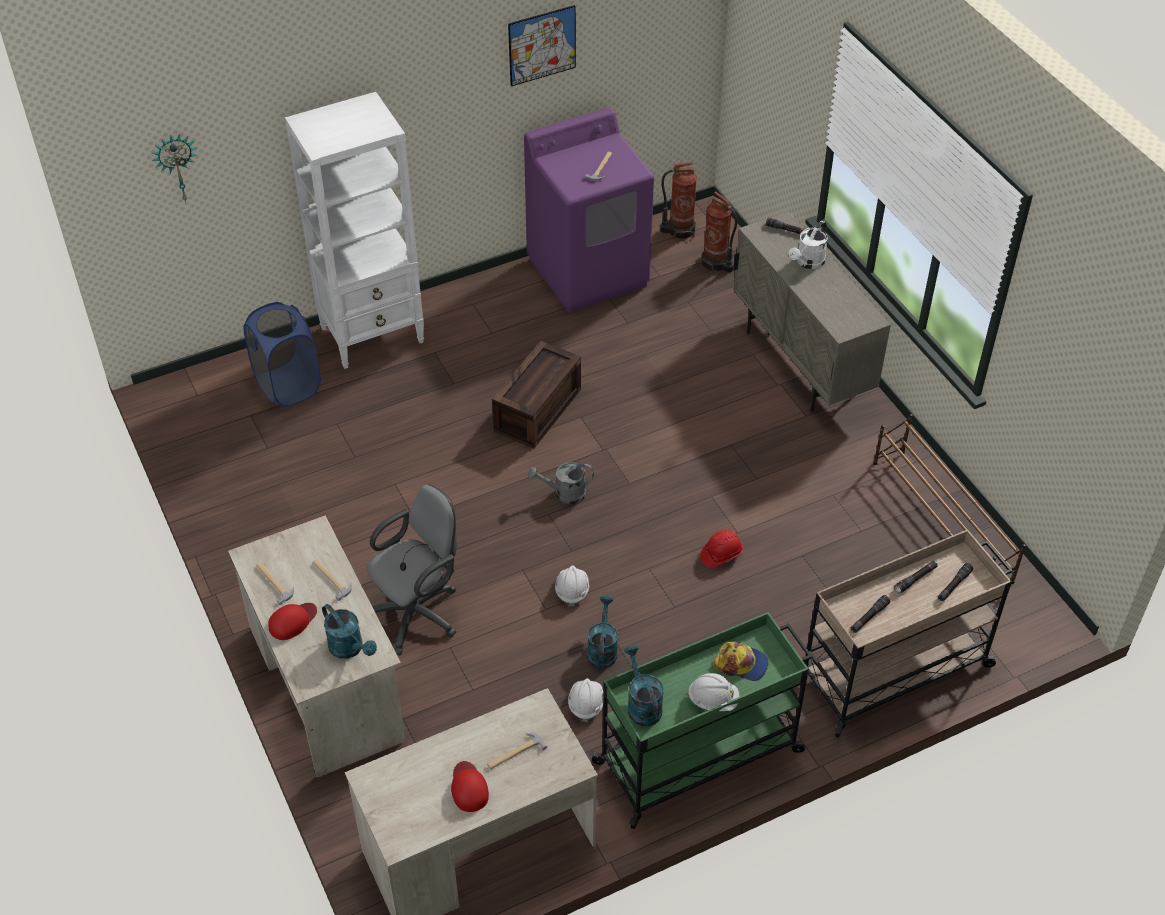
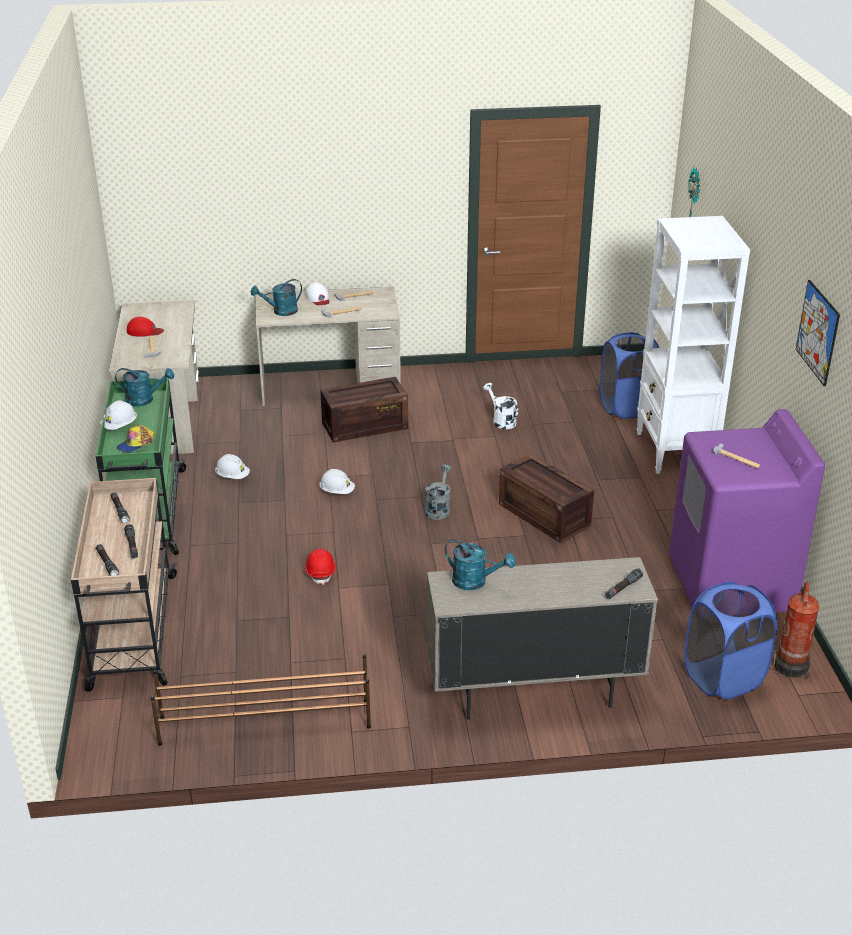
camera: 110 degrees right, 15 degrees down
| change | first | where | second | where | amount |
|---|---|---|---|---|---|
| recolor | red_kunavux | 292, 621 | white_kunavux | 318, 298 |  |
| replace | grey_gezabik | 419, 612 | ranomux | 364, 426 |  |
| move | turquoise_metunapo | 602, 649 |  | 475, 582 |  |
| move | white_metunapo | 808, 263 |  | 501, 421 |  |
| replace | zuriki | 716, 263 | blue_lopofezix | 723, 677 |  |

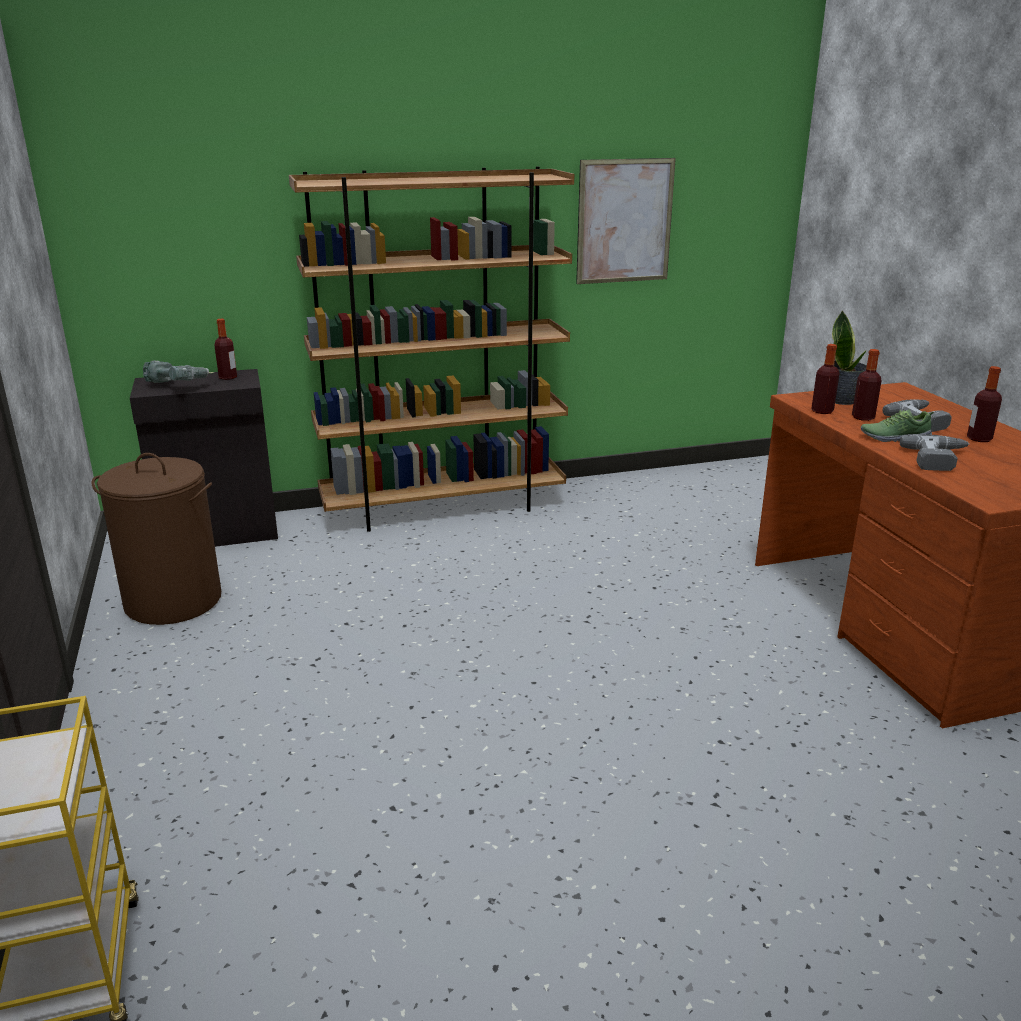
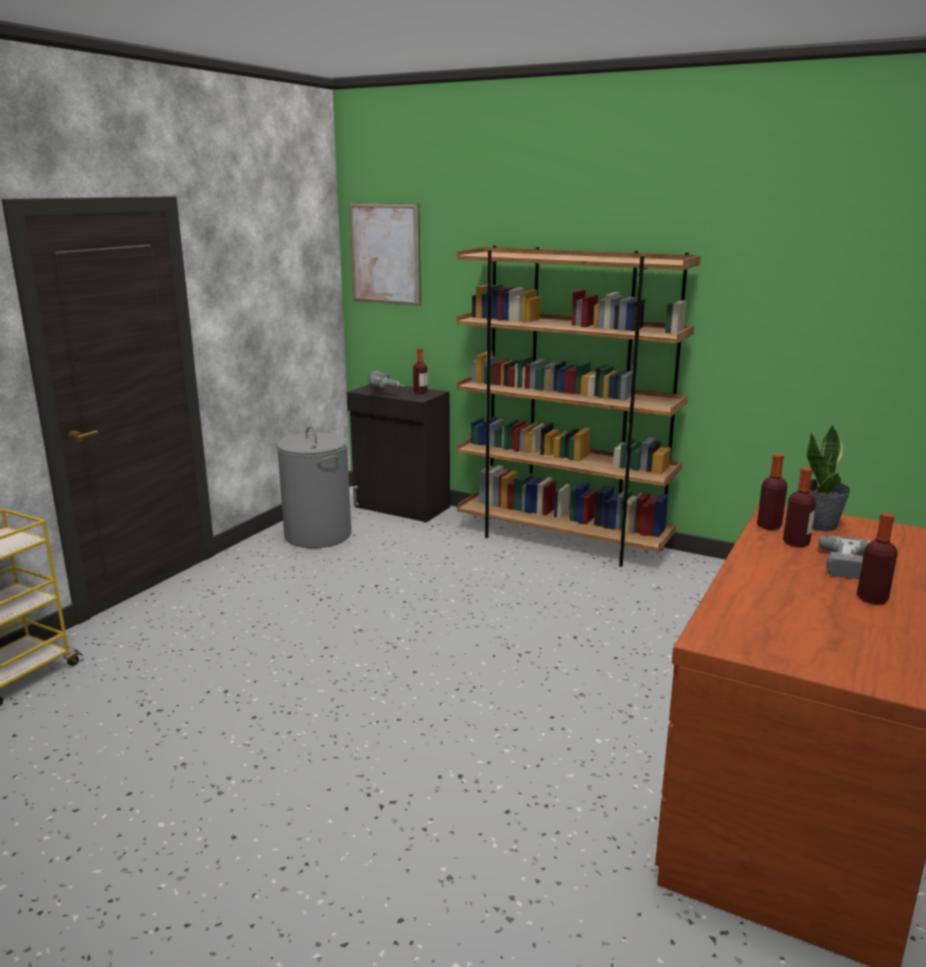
camera: 45 degrees right, 5 degrees down
| change | first | where | second | where | amount |
|---|---|---|---|---|---|
| recolor | brown_lopofezix | 172, 601 | grey_lopofezix | 317, 535 |  |
| move | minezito | 624, 221 |  | 385, 254 |  |
| delete | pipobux | 894, 437 |  |  |  |
| delete | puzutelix | 939, 459 |  |  |  |

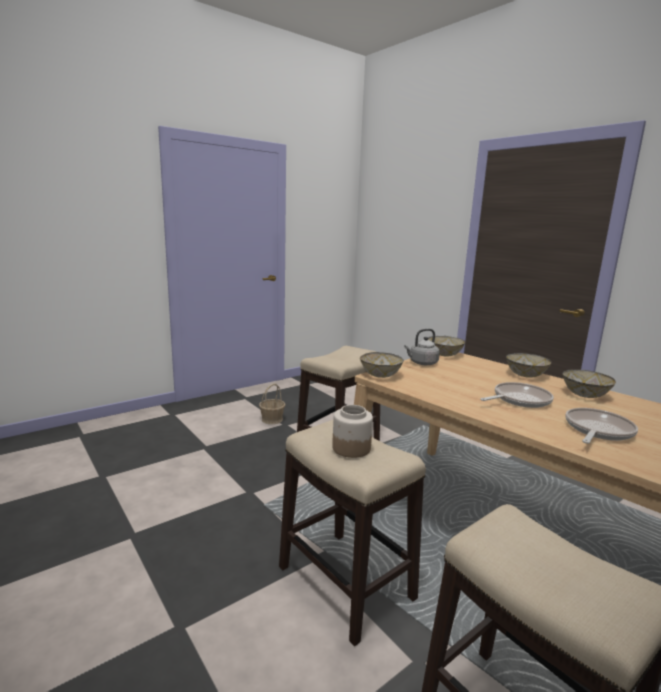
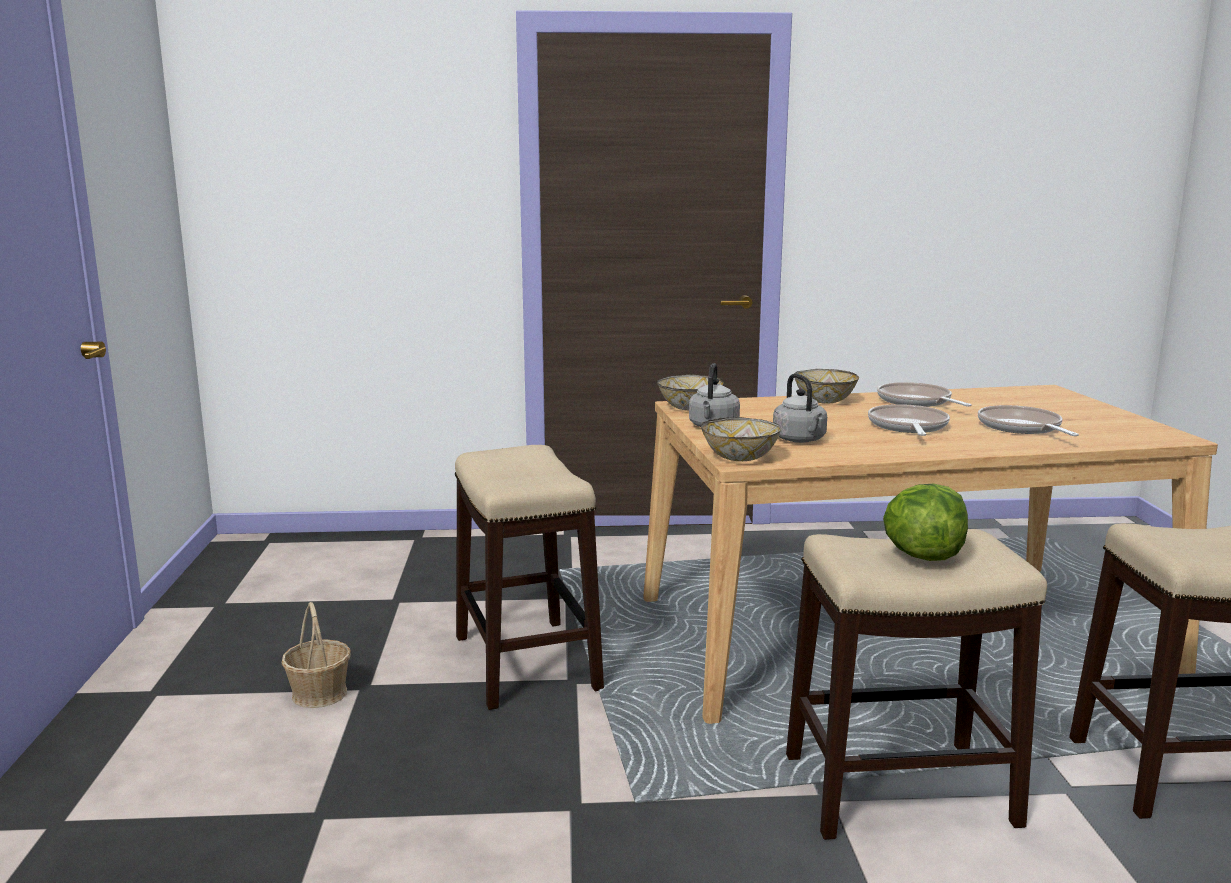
camera: 55 degrees left, 0 degrees up
| change | first | where | second | where | amount |
|---|---|---|---|---|---|
| insert |  |  | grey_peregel | 800, 440 |  |
| replace | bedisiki | 584, 395 | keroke | 916, 402 |  |
| replace | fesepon | 351, 448 | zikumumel | 923, 556 |  |

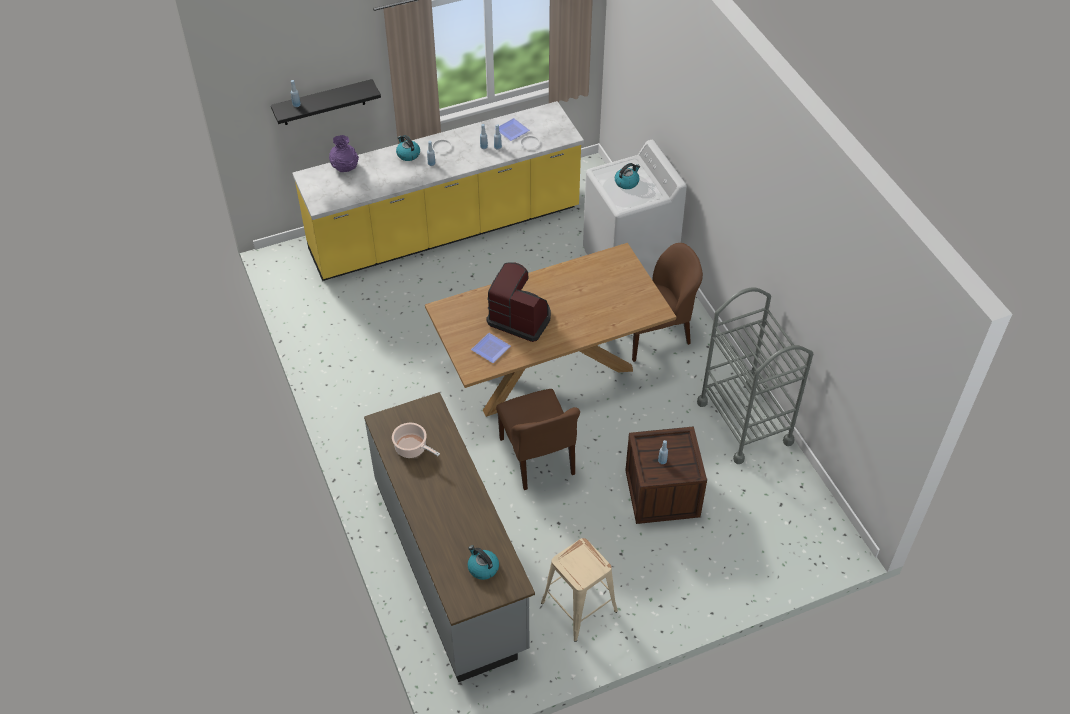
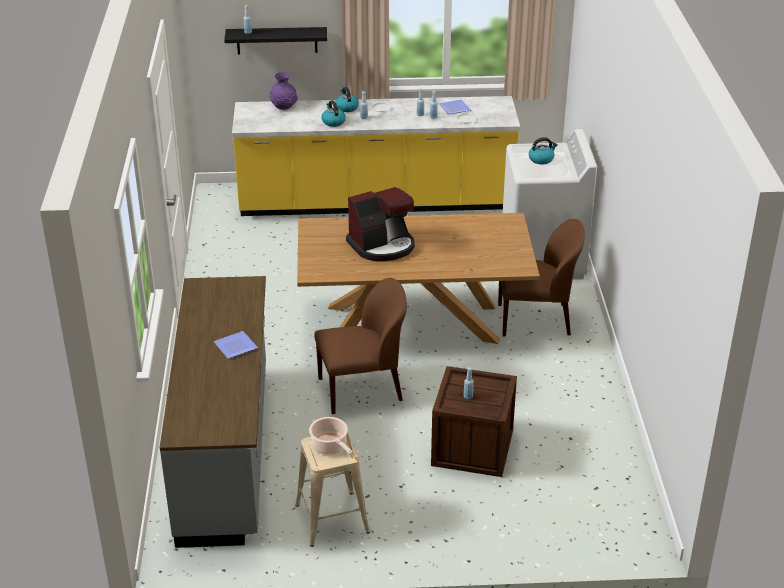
camera: 20 degrees right, 15 degrees down
| change | first | where | second | where | amount |
|---|---|---|---|---|---|
| move | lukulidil | 489, 349 |  | 234, 346 |  |
| move | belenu | 412, 448 |  | 330, 446 |  |
| rotate | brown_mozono | 538, 458 |  | 362, 389 | 105 degrees counterclockwise |
| move | peregel | 482, 568 |  | 333, 122 |  |
| rotate | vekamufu | 520, 318 |  | 382, 245 | 105 degrees clockwise |
| delete | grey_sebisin | 744, 422 |  |  |  |

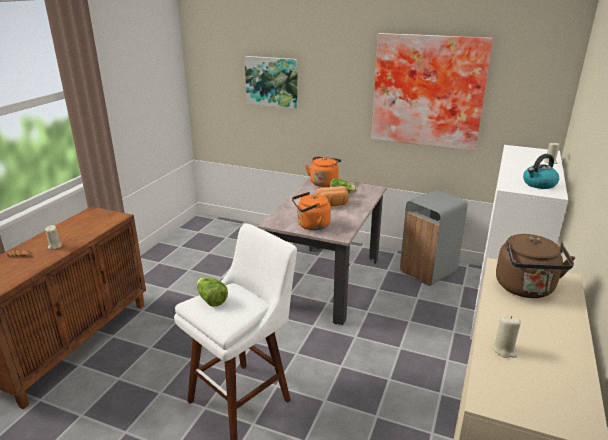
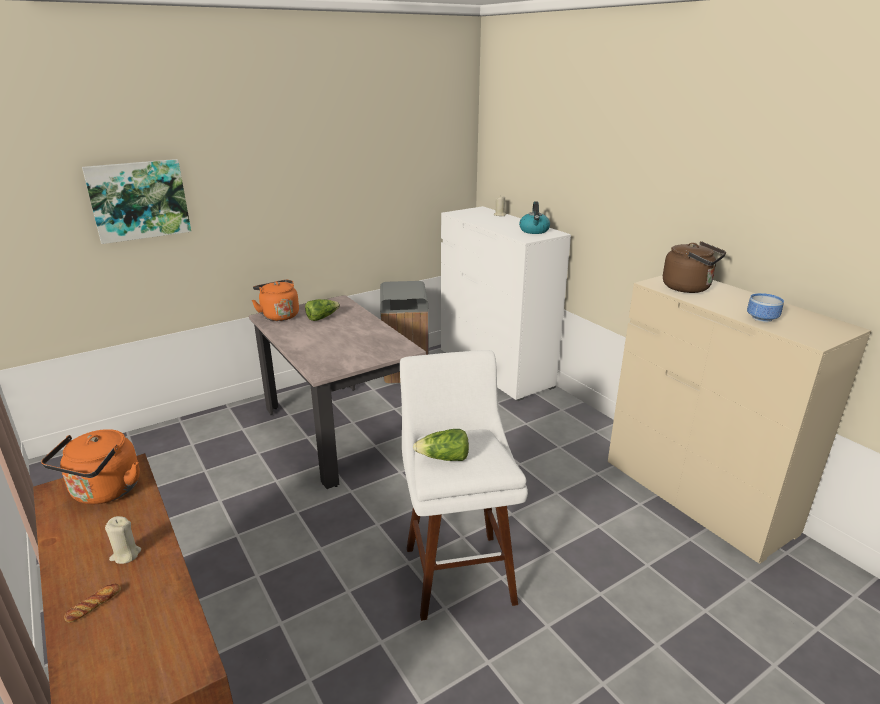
camera: 55 degrees left, 0 degrees up
| change | first | where | second | where | amount |
|---|---|---|---|---|---|
| move | orange_peregel | 311, 226 |  | 104, 492 |  |
| replace | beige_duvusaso | 504, 349 | bedisiki | 761, 319 |  |
| delete | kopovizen | 333, 204 |  |  |  |
| delete | minezito | 428, 91 |  |  |  |

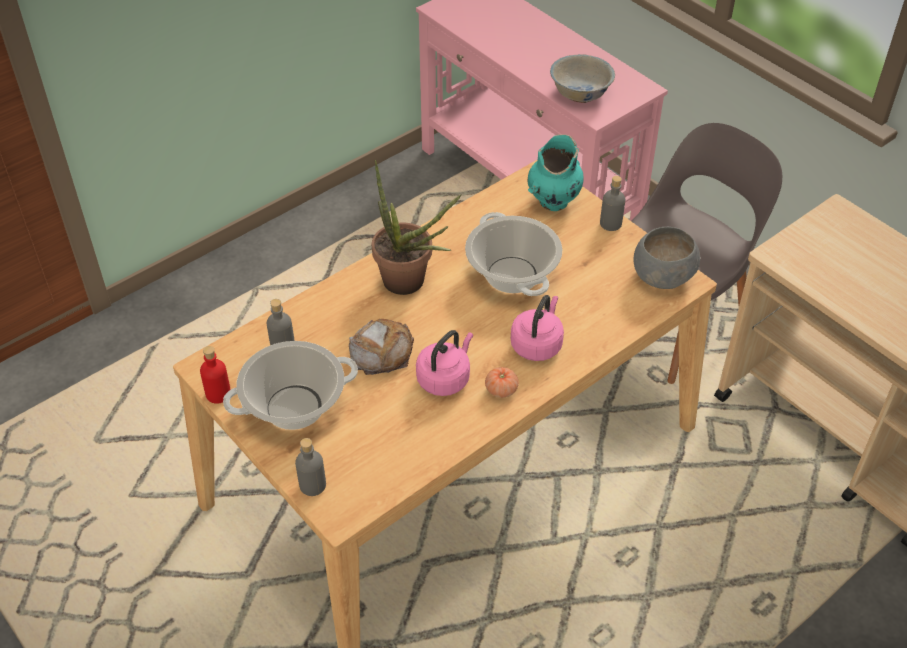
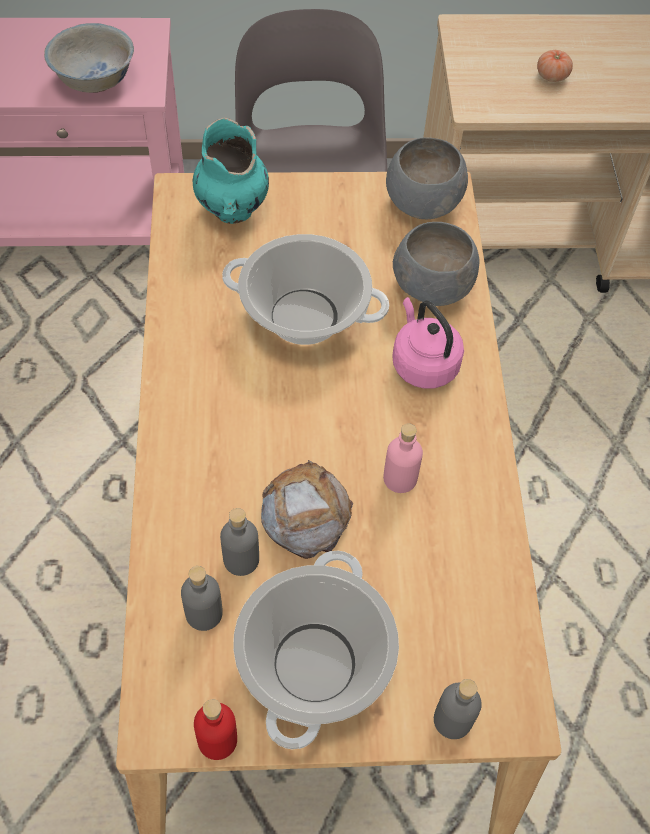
camera: 55 degrees left, 10 degrees up
| change | first | where | second | where | amount |
|---|---|---|---|---|---|
| move | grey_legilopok | 610, 223 |  | 241, 559 |  |
| replace | pink_peregel | 445, 378 | pink_legilopok | 400, 478 |  |
| insert |  |  | grey_bedisiki | 432, 285 |  |
| move | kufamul | 501, 390 |  | 552, 76 |  |
| delete | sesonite | 411, 285 |  |  |  |

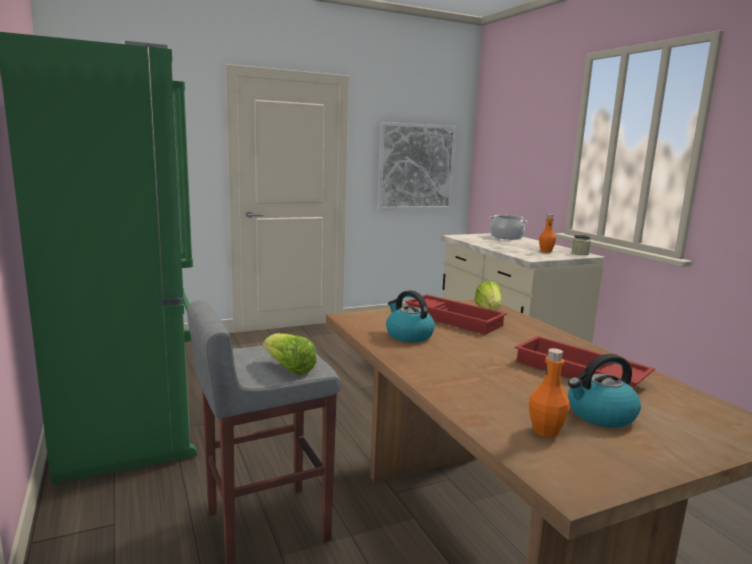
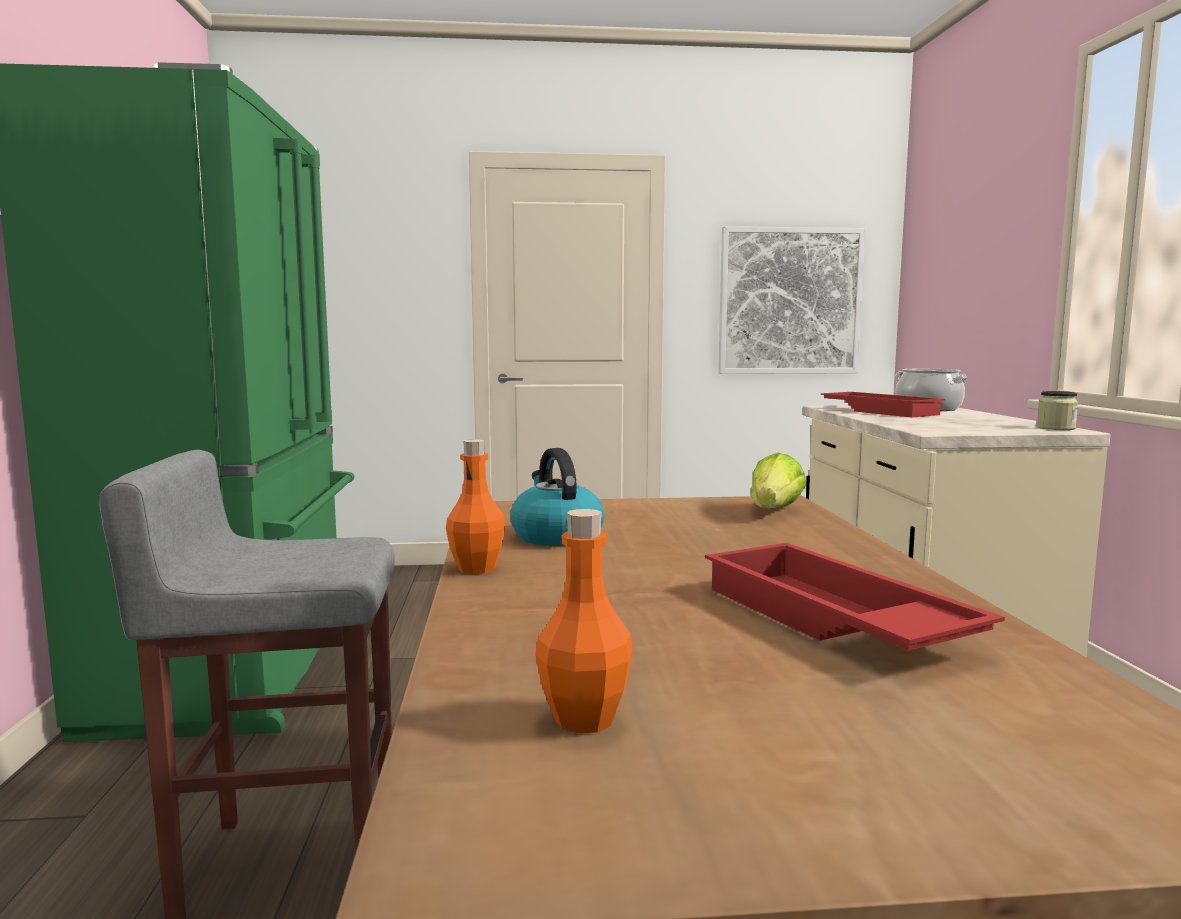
camera: 20 degrees right, 5 degrees down
| change | first | where | second | where | amount |
|---|---|---|---|---|---|
| move | orange_legilopok | 546, 251 |  | 476, 568 |  |
| move | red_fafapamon | 455, 319 |  | 881, 411 |  |
| delete | zikumumel | 289, 369 |  |  |  |
| delete | peregel | 600, 415 |  |  |  |

